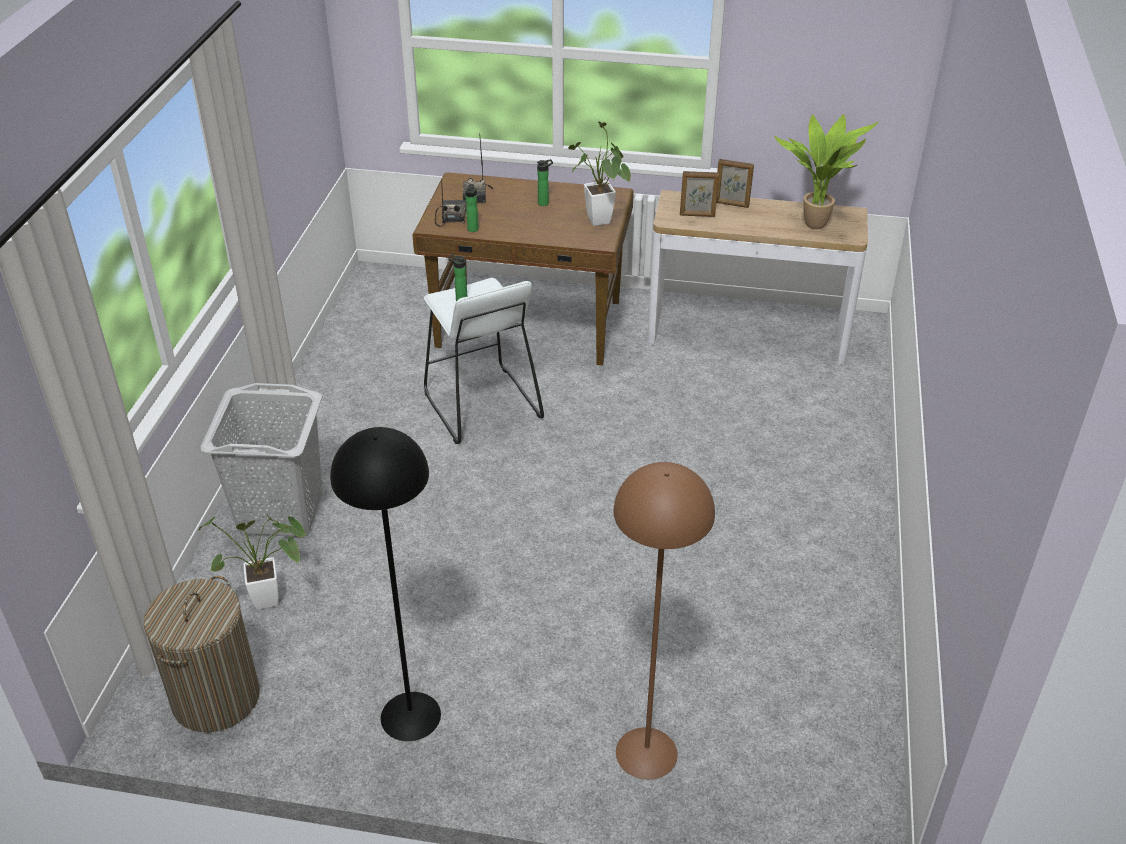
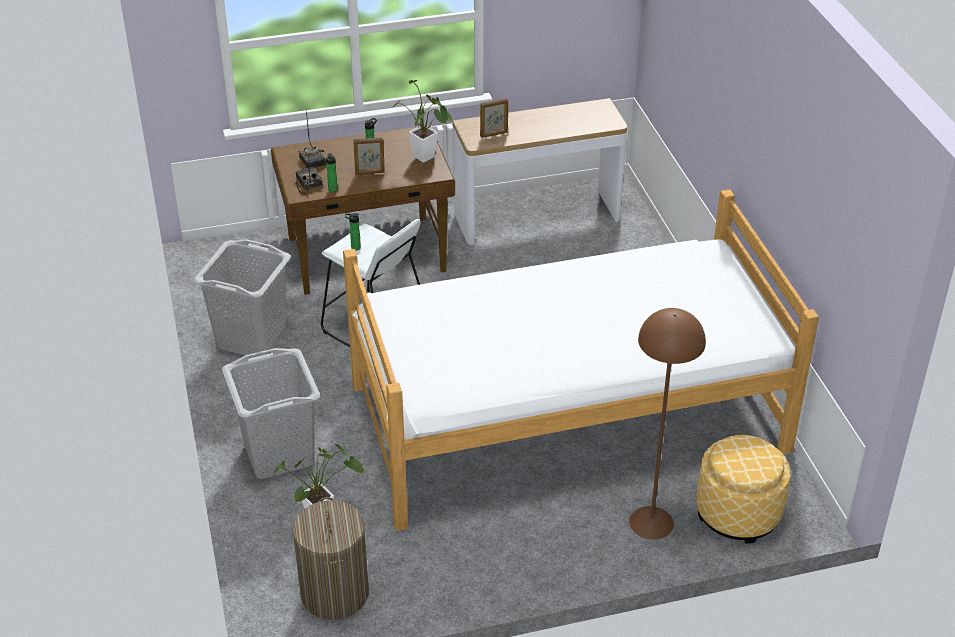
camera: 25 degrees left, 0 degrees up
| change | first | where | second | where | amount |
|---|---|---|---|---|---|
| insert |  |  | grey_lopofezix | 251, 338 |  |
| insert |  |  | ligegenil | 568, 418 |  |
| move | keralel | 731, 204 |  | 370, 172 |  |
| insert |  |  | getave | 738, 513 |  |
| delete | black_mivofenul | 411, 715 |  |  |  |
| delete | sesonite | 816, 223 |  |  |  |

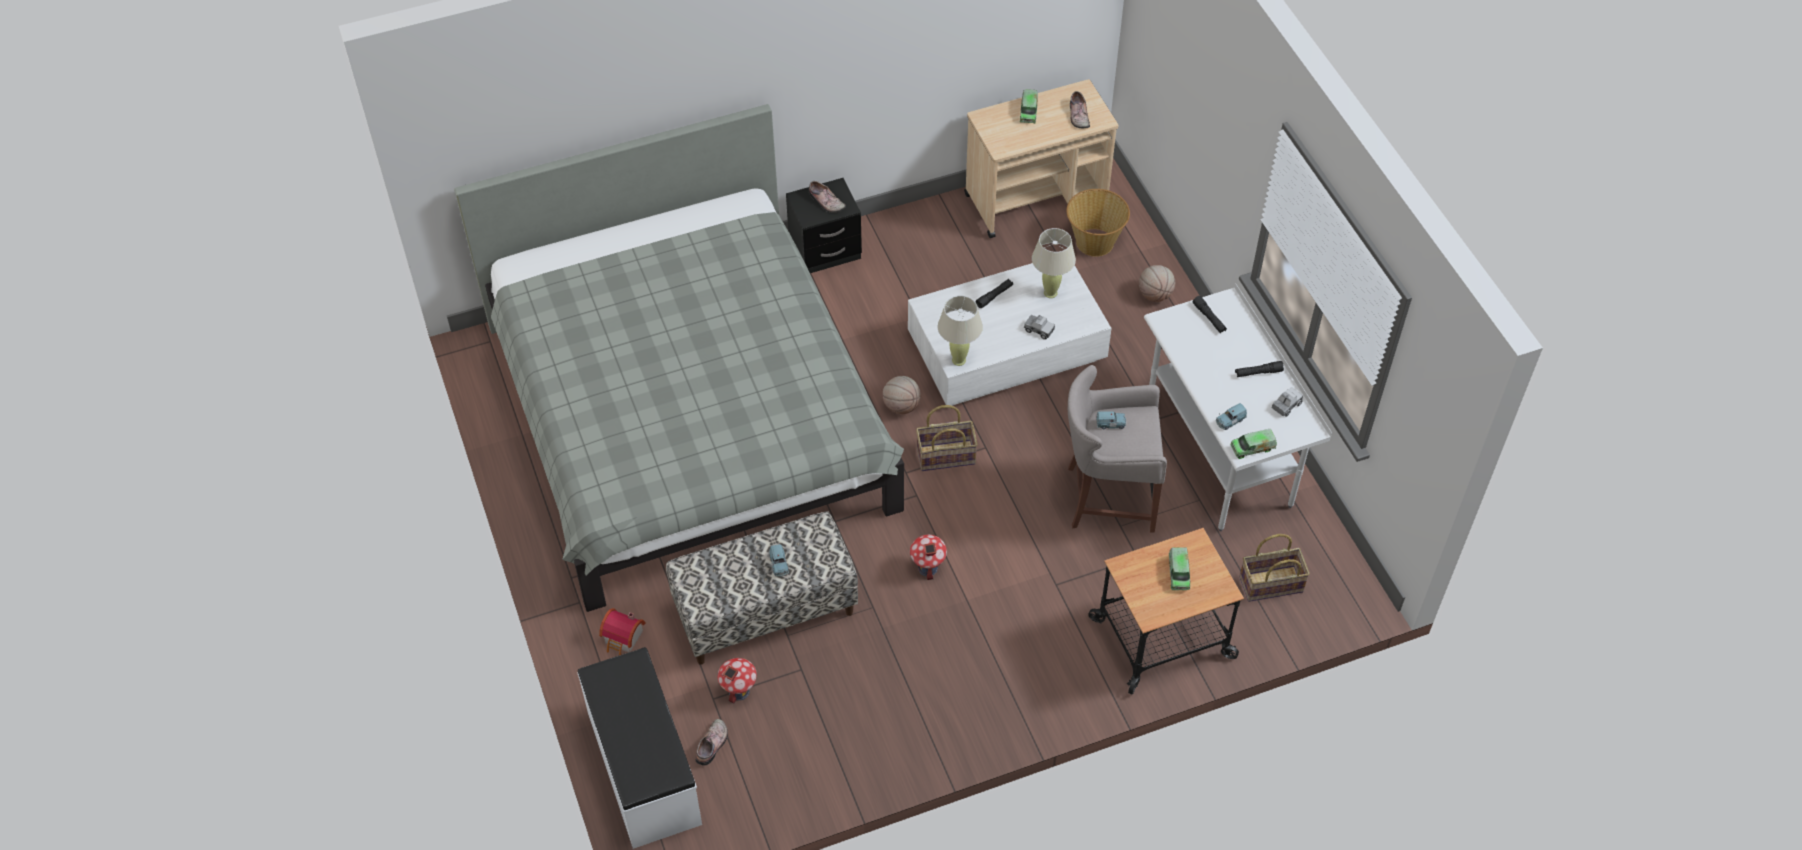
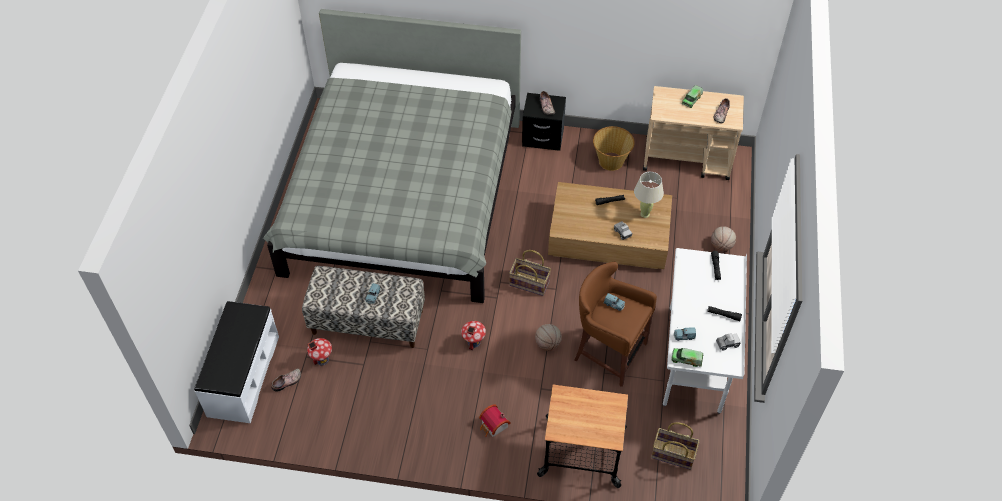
camera: 30 degrees right, 0 degrees up
| change | first | where | second | where | amount |
|---|---|---|---|---|---|
| move | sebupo | 623, 639 |  | 493, 426 |  |
| move | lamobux | 901, 406 |  | 548, 344 |  |
| recolor | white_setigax | 1006, 349 | brown_setigax | 608, 238 |  |
| recolor | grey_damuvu | 1107, 497 | brown_damuvu | 608, 352 |  |
| move | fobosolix | 1094, 241 |  | 611, 161 |  |
| delete | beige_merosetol | 958, 360 |  |  |  |
| delete | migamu | 1178, 573 |  |  |  |

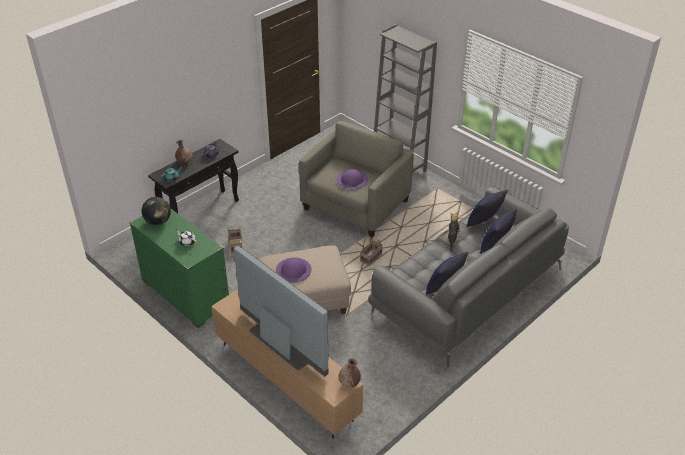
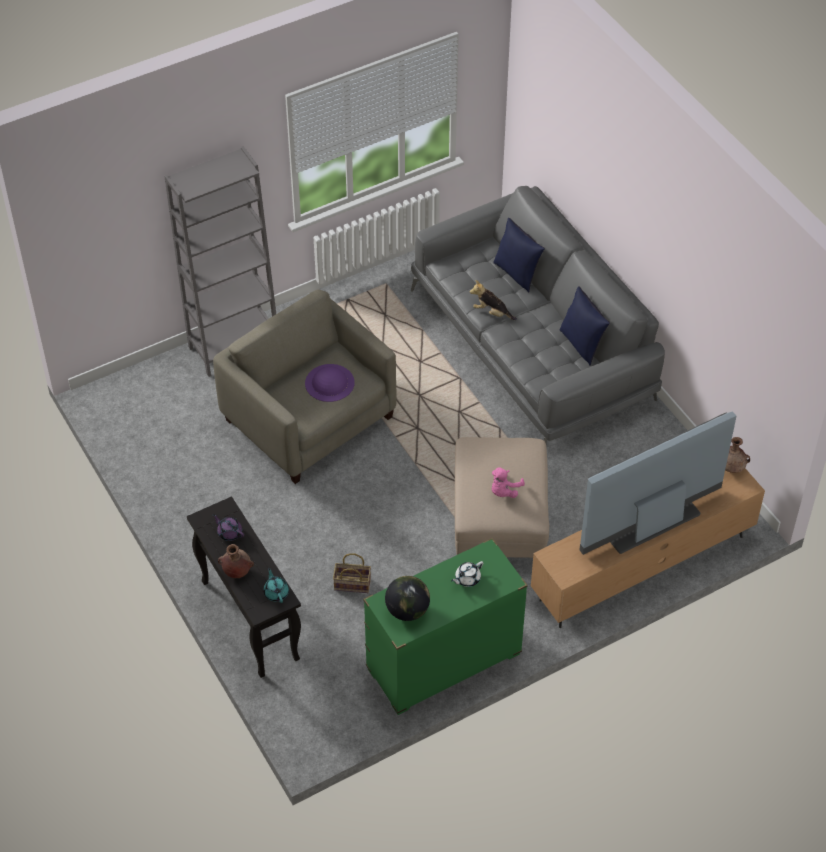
camera: 75 degrees left, 10 degrees up
| change | first | where | second | where | amount |
|---|---|---|---|---|---|
| replace | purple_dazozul | 293, 270 | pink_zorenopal | 504, 491 |  |
| delete | fobosolix | 371, 258 |  |  |  |
| delete | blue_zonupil | 484, 222 |  |  |  |

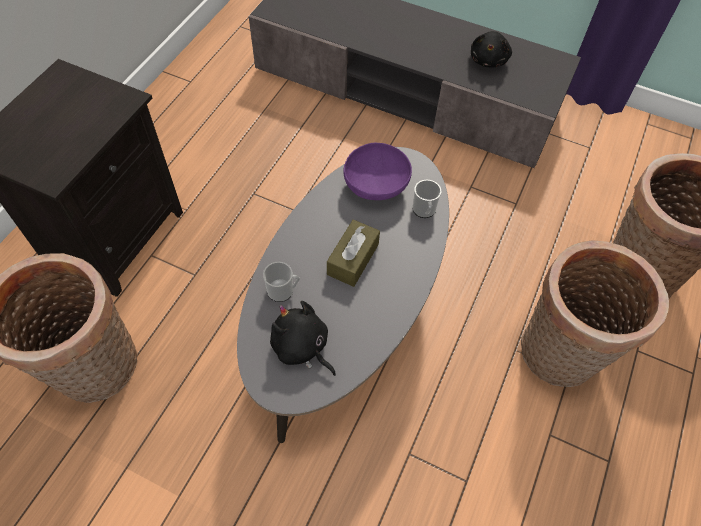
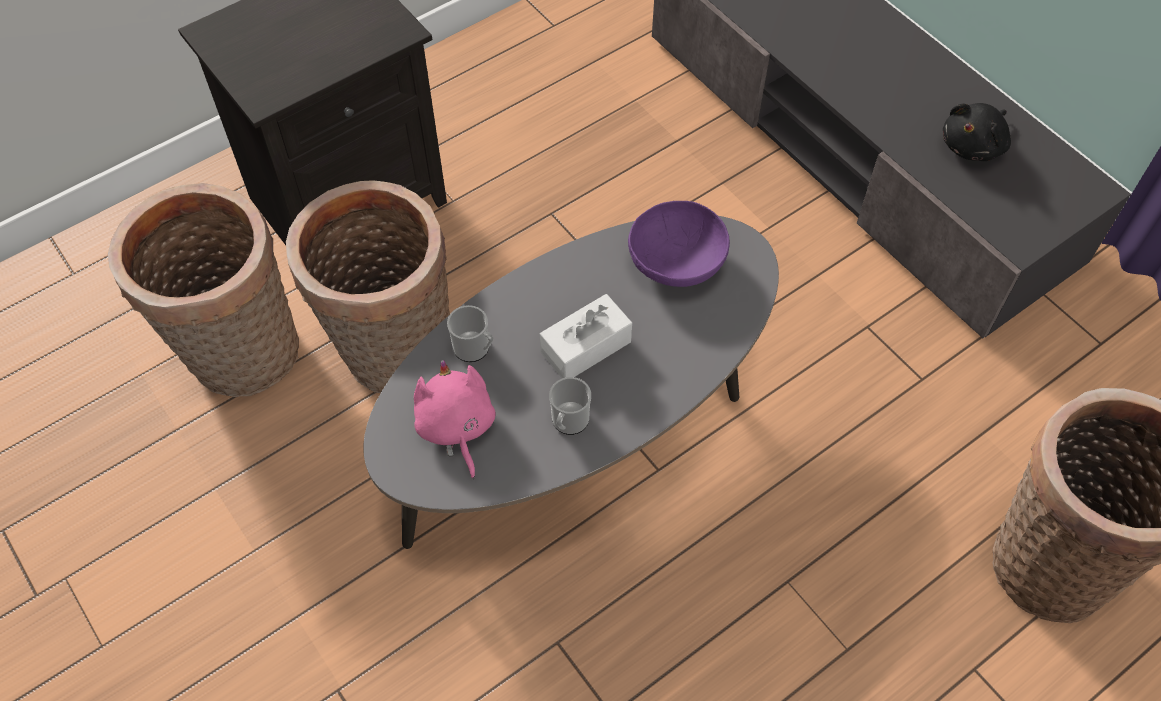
camera: 30 degrees right, 0 degrees up
| change | first | where | second | where | amount |
|---|---|---|---|---|---|
| move | fobosolix | 558, 356 |  | 393, 356 |  |
| recolor | black_zorenopal | 302, 347 | pink_zorenopal | 456, 428 |  |
| recolor | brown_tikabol | 353, 259 | white_tikabol | 586, 347 |  |
| move | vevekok | 424, 211 |  | 568, 422 |  |

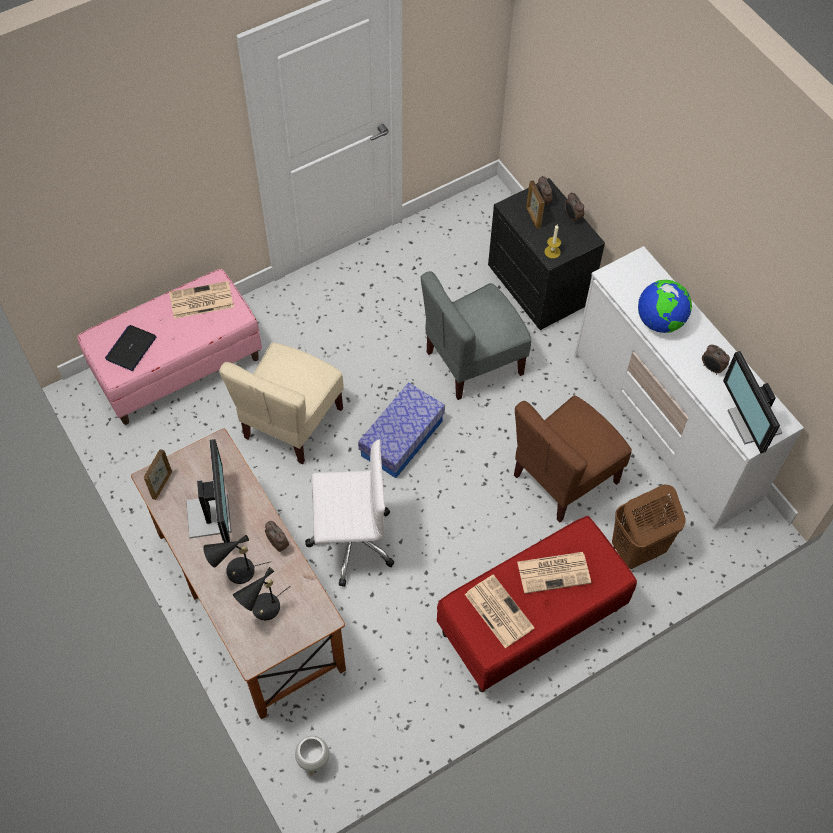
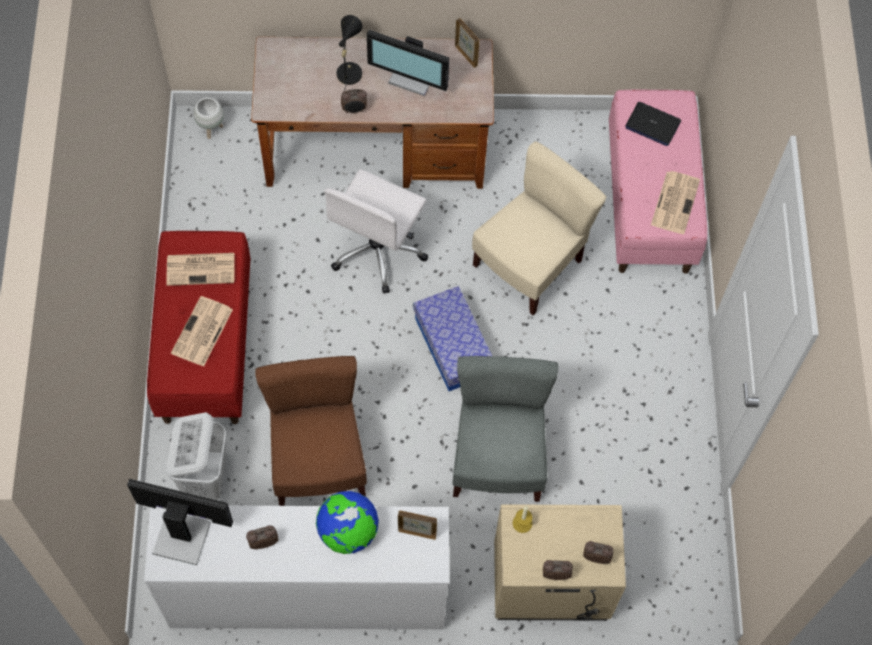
camera: 120 degrees right, 5 degrees up
| change | first | where | second | where | amount |
|---|---|---|---|---|---|
| recolor | brown_lopofezix | 637, 549 | white_lopofezix | 205, 477 |  |
| move | keralel | 533, 217 |  | 417, 532 |  |
| rotate | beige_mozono | 291, 423 |  | 529, 264 | 75 degrees clockwise |
| recolor | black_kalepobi | 540, 286 | beige_kalepobi | 551, 584 |  |
| rotate | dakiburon | 131, 348 |  | 652, 124 | 150 degrees clockwise |
| delete | black_merosetol | 263, 610 |  |  |  |

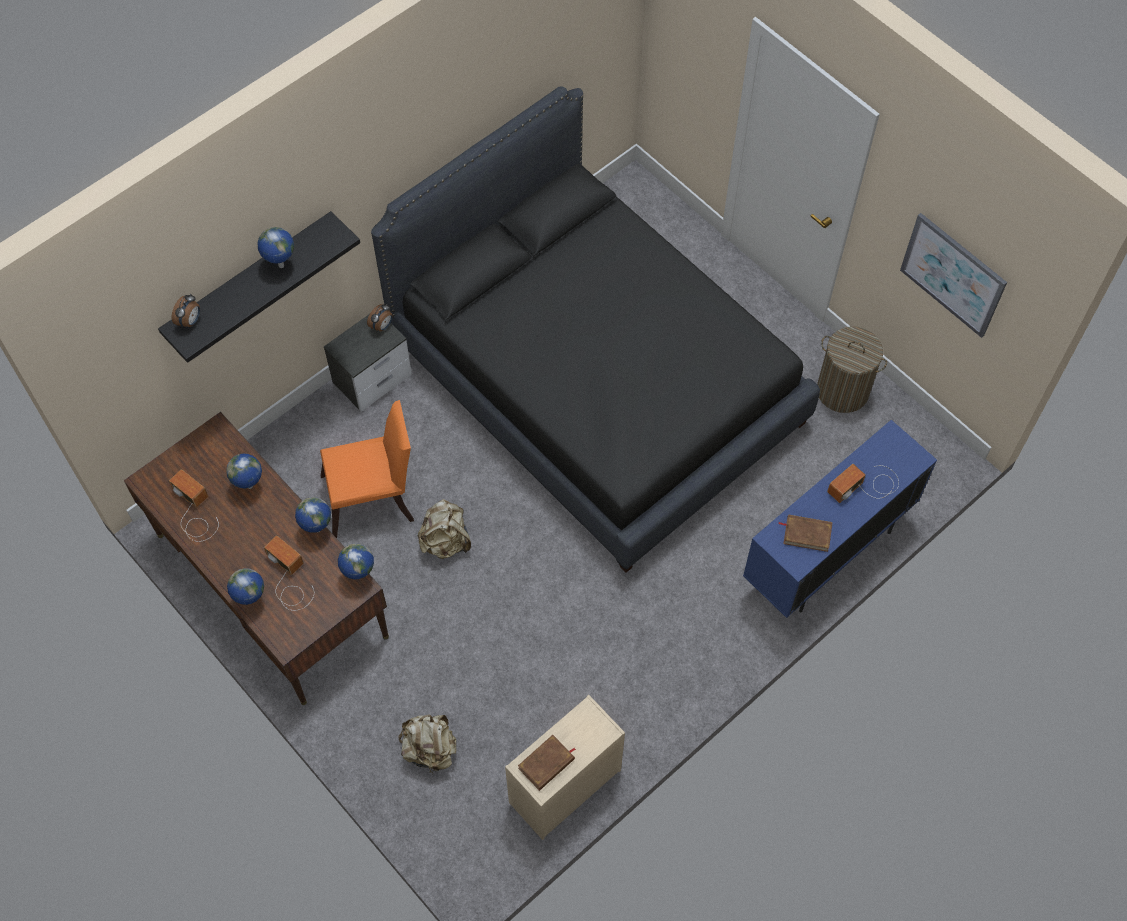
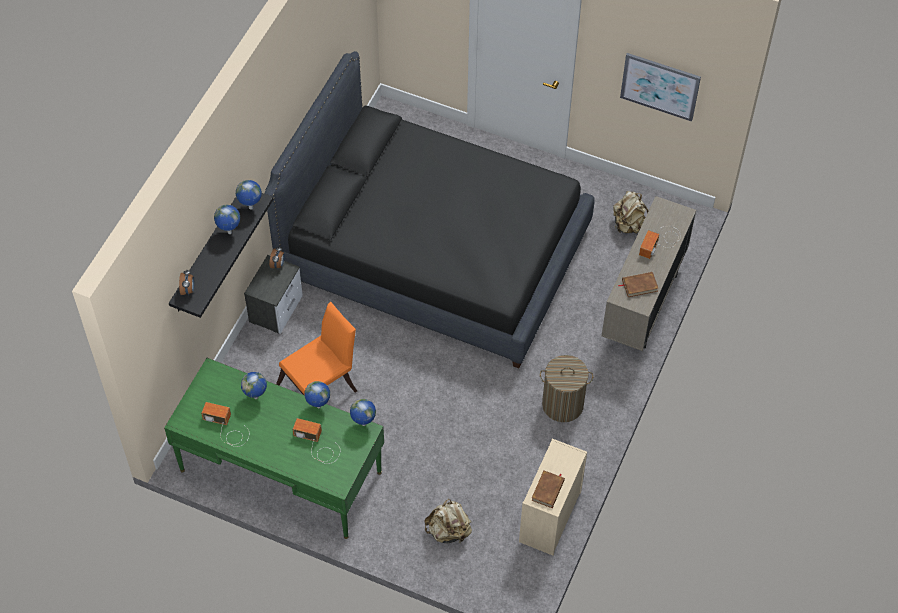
camera: 25 degrees left, 5 degrees down
| change | first | where | second | where | amount |
|---|---|---|---|---|---|
| recolor | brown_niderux | 271, 585 | green_niderux | 281, 471 |  |
| move | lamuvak | 251, 601 |  | 251, 208 |  |
| move | lopofezix | 842, 390 |  | 562, 404 |  |
| recolor | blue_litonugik | 826, 555 | beige_litonugik | 642, 306 |  |
| move | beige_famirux | 446, 541 |  | 629, 225 |  |

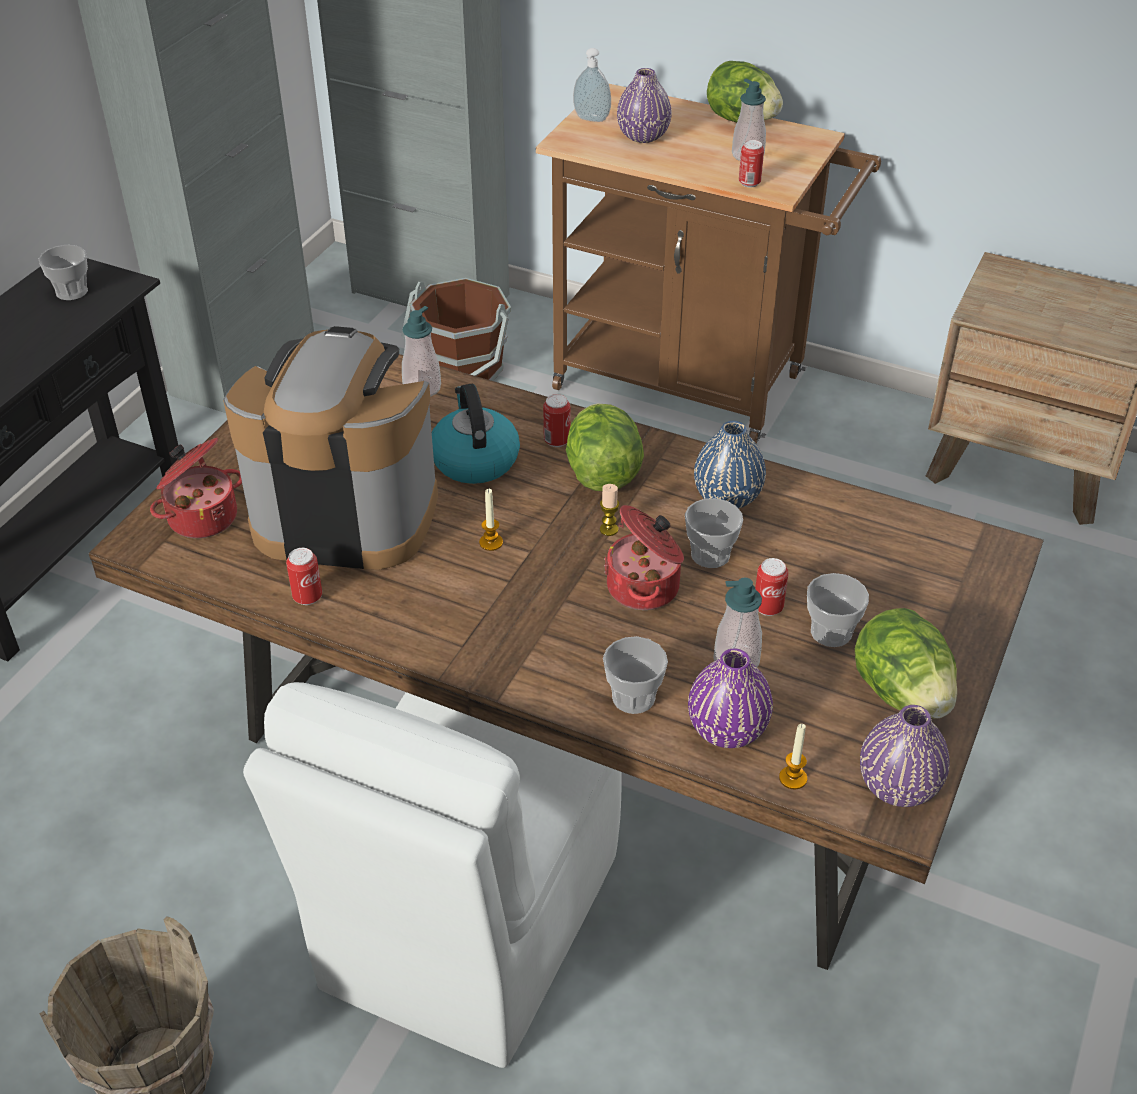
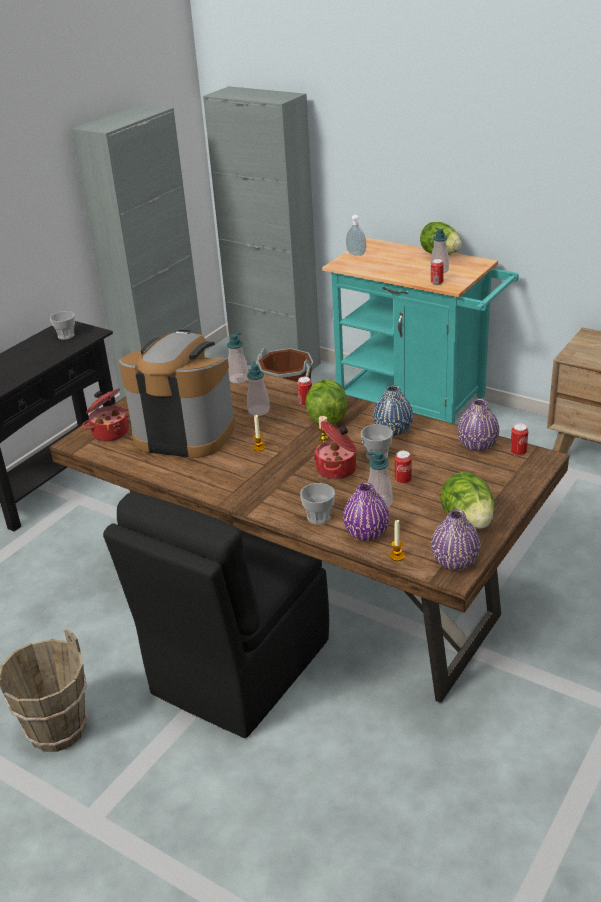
camera: 10 degrees right, 10 degrees down
| change | first | where | second | where | amount |
|---|---|---|---|---|---|
| recolor | white_mozono | 466, 927 | black_mozono | 237, 669 |  |
| replace | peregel | 474, 459 | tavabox | 258, 411 |  |
| recolor | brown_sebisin | 693, 385 | turquoise_sebisin | 419, 410 |  |
| move | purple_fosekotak | 643, 136 |  | 477, 445 |  |
| move | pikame | 307, 597 |  | 518, 452 |  |
| delete | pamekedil | 831, 632 |  |  |  |

